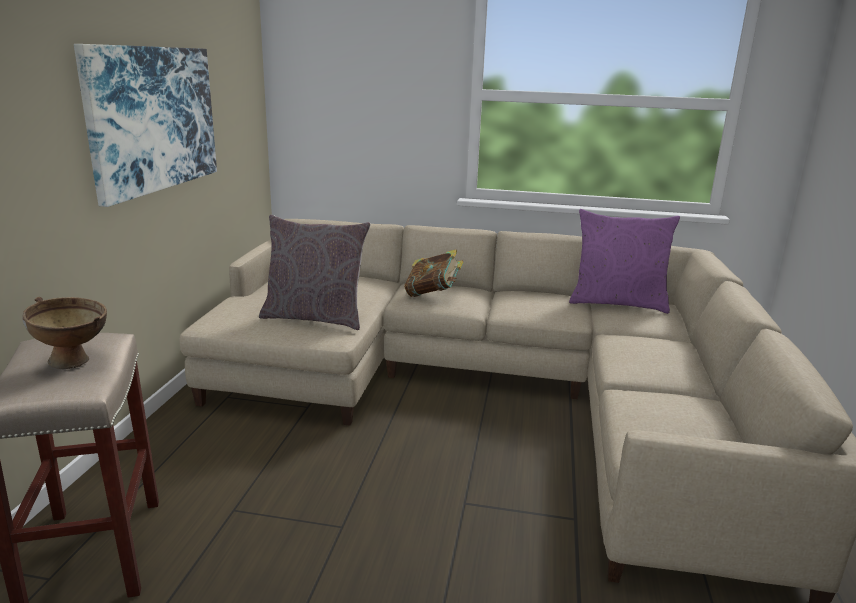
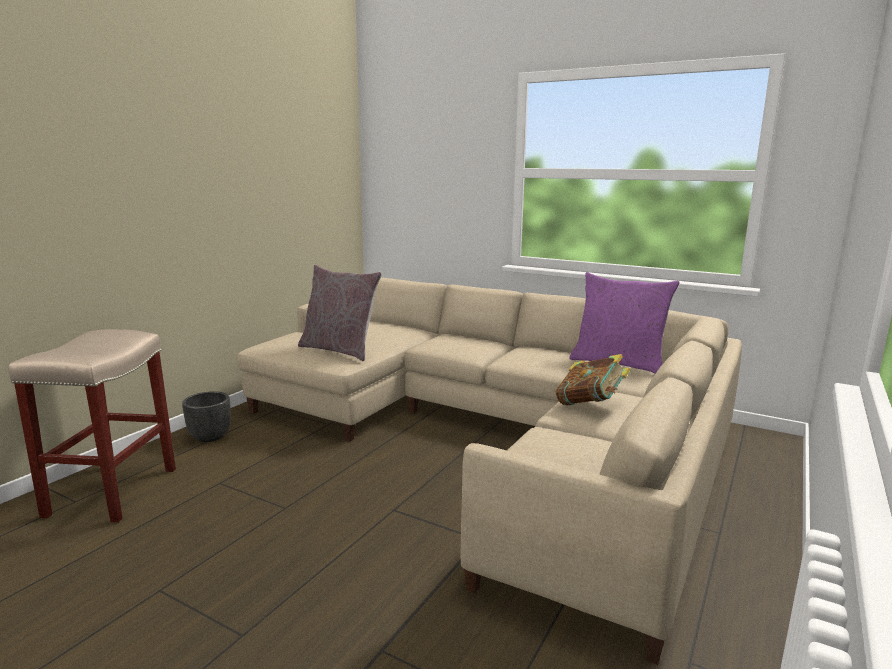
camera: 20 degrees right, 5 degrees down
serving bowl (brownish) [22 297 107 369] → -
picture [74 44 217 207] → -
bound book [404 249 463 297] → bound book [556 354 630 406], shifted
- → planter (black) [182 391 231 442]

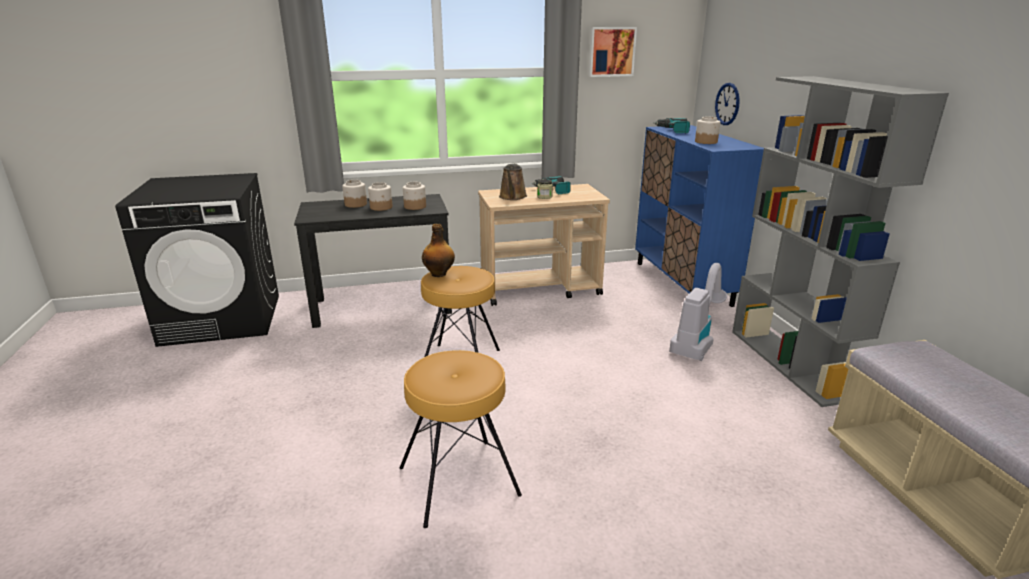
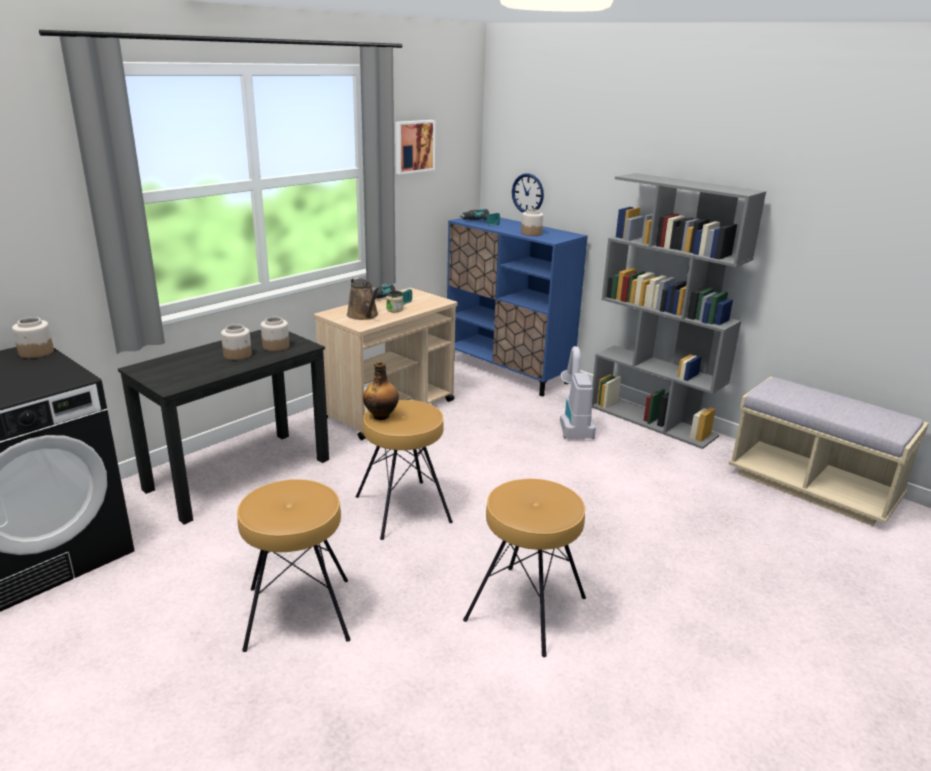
camera: 35 degrees left, 0 degrees up
preserve jar [342 180 367 208] → preserve jar [12 317 54 359], shifted
- → stool (brownish) [237 479 350 652]

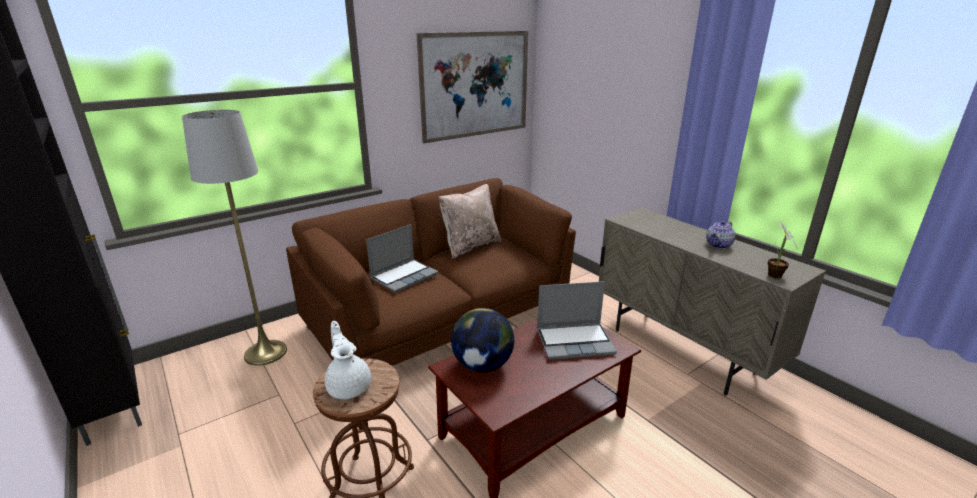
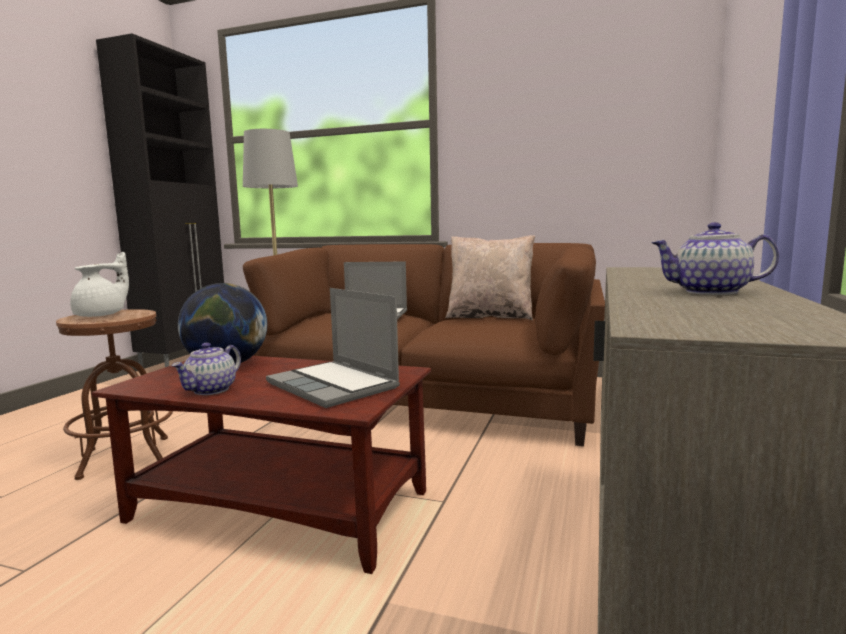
camera: 55 degrees right, 15 degrees down
picture [416 31 528 143] → -
plant in a pot [767 221 798 279] → -
- → teapot [171 343 241 395]

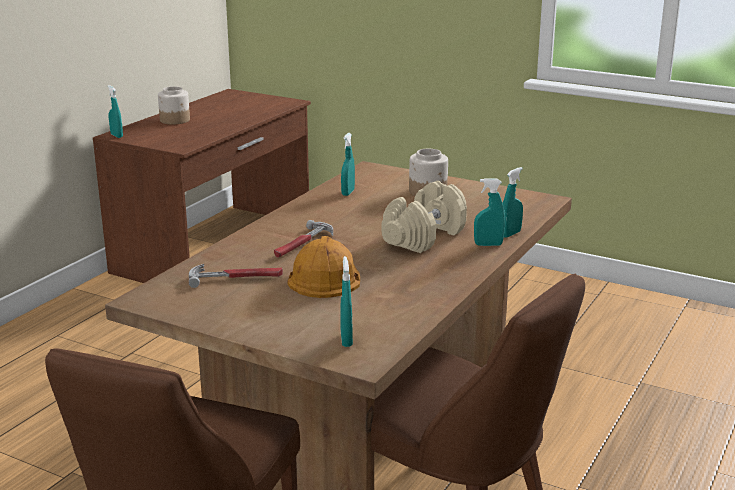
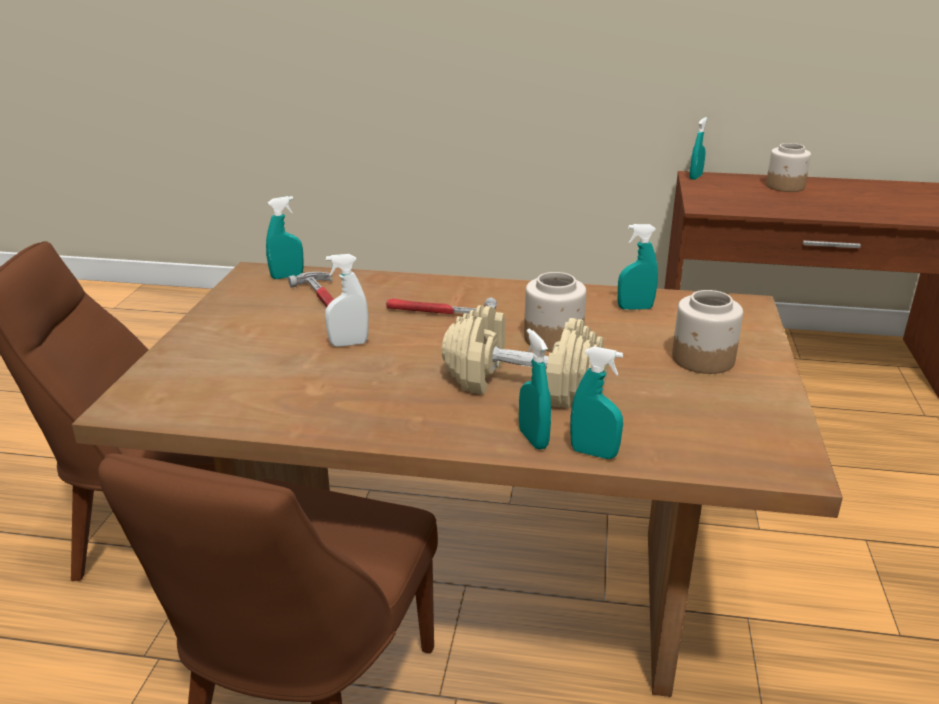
camera: 70 degrees right, 5 degrees up
hard hat (orange-coloured) [287 236 360 298] → sprayer (white) [325 254 369 347]
sprayer (turquoise) [340 256 353 347] → sprayer (turquoise) [266 196 304 279], shifted
- → preserve jar [524 272 586 352]

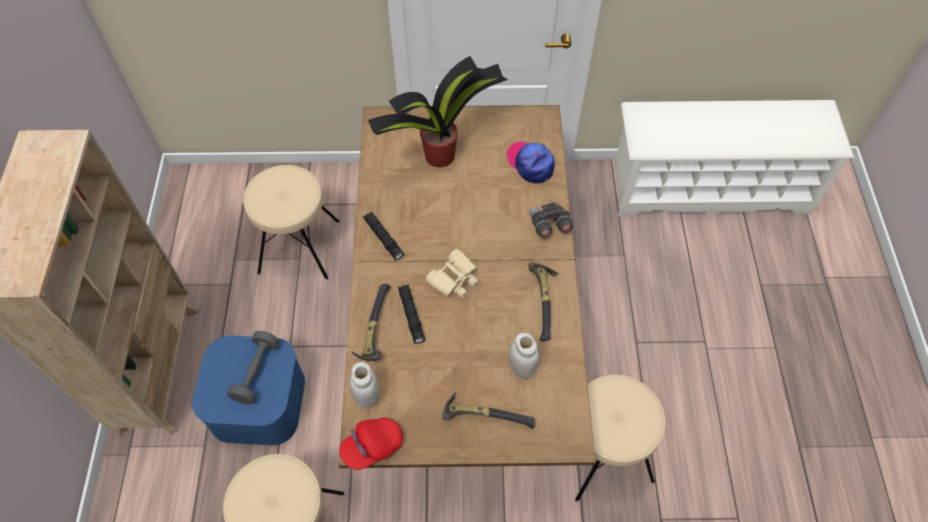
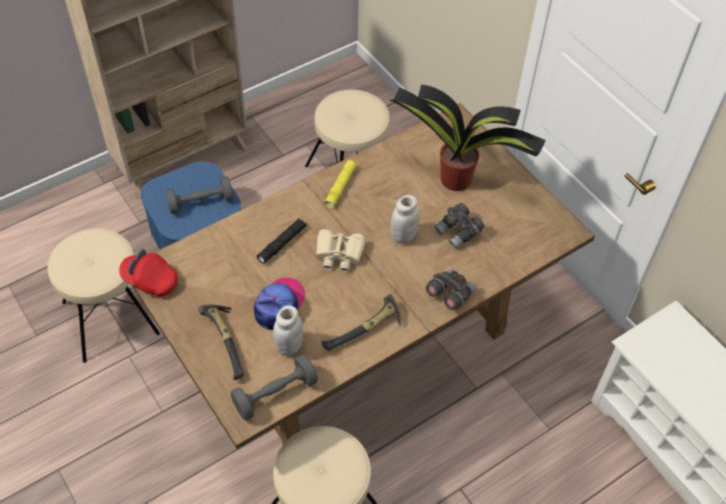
camera: 55 degrees right, 5 degrees down
preserve jar (white) [350 362 380 408] → preserve jar (white) [391 195 420 244], shifted
hand hammer [351 284 390 361] → -
torch (black) [363 211 404 260] → torch (yellow-coloured) [324 160 357 208]
cap [506 142 555 184] → cap [254 278 305 330], shifted
- → free weight (grey) [231 354 318 420]
- → binoculars (grey) [435 203 484 249]

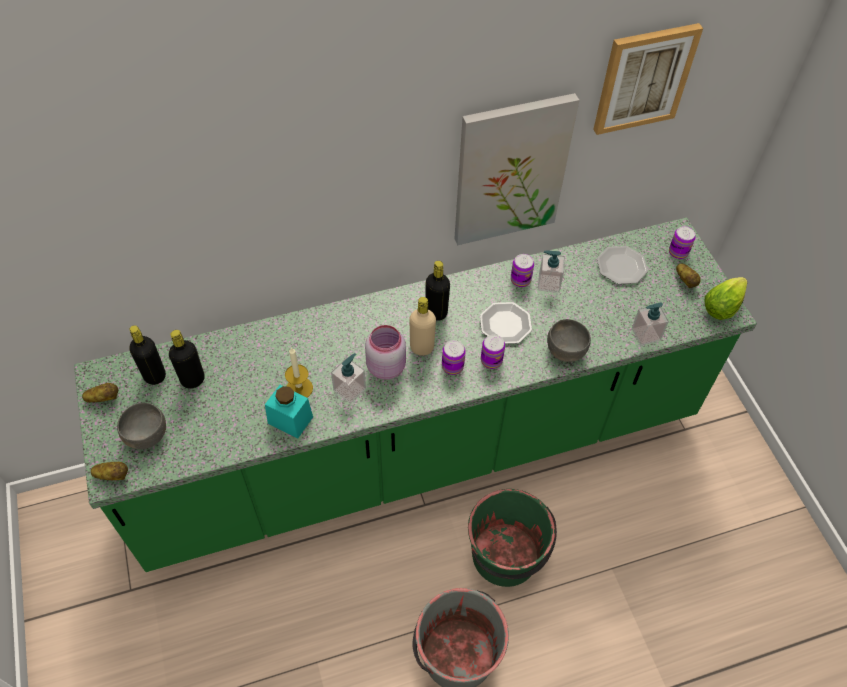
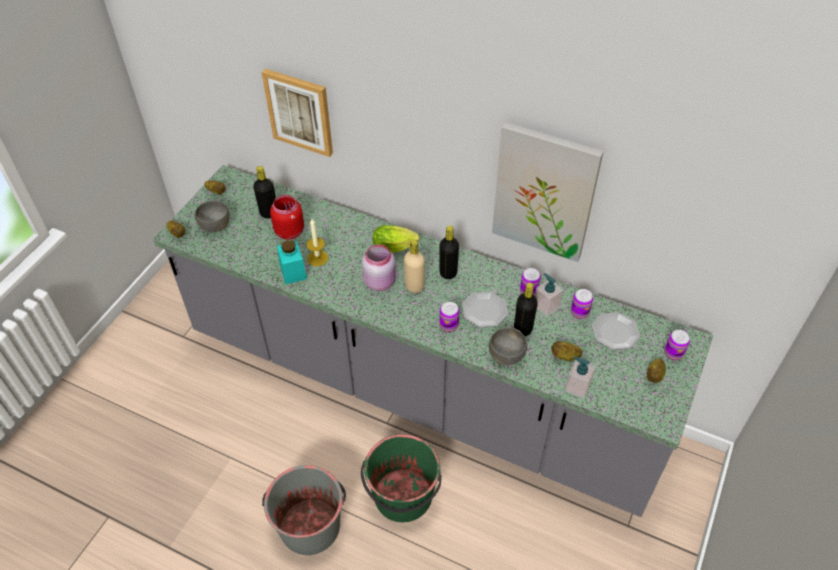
camera: 45 degrees right, 5 degrees down
counter (greenish) [74 217 757 572] → counter (grey) [153 165 713 517]
drink bottle (black) [129 325 166 385] → drink bottle (black) [514 282 538 336], shifted
liquid soap bottle [331 353 366 404] → -
can [442 340 466 375] → can [571 289 593 319], shifted
picture [593 23 703 135] → picture [262 69 333 157], shifted
lettuce head [705 277 747 320] → lettuce head [373 225 420 253], shifted
- → preserve jar (reddish) [270 195 304 240]
- → potato [551 341 582 361]

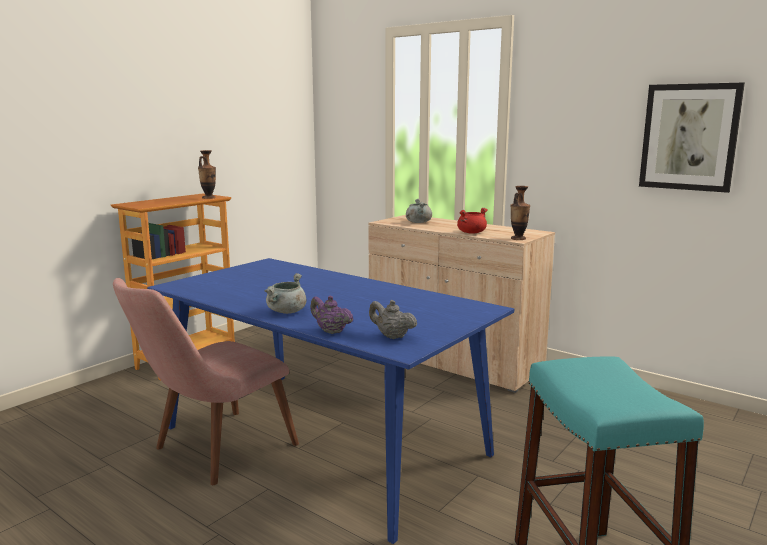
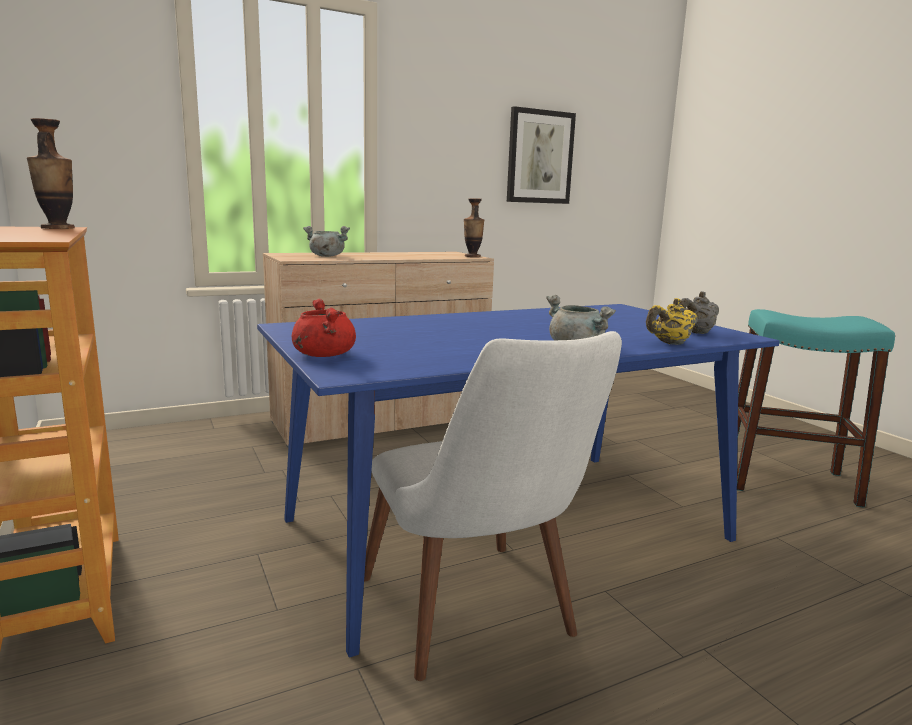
camera: 65 degrees left, 0 degrees up
plain chair (pinkish) [113 278 299 485] → plain chair (white) [364 331 622 681]
teapot (purplish) [310 295 354 334] → teapot (yellow-coloured) [646 298 697 345]
saucepot (reddish) [457 208 488 233] → saucepot (reddish) [292 299 356 357], shifted

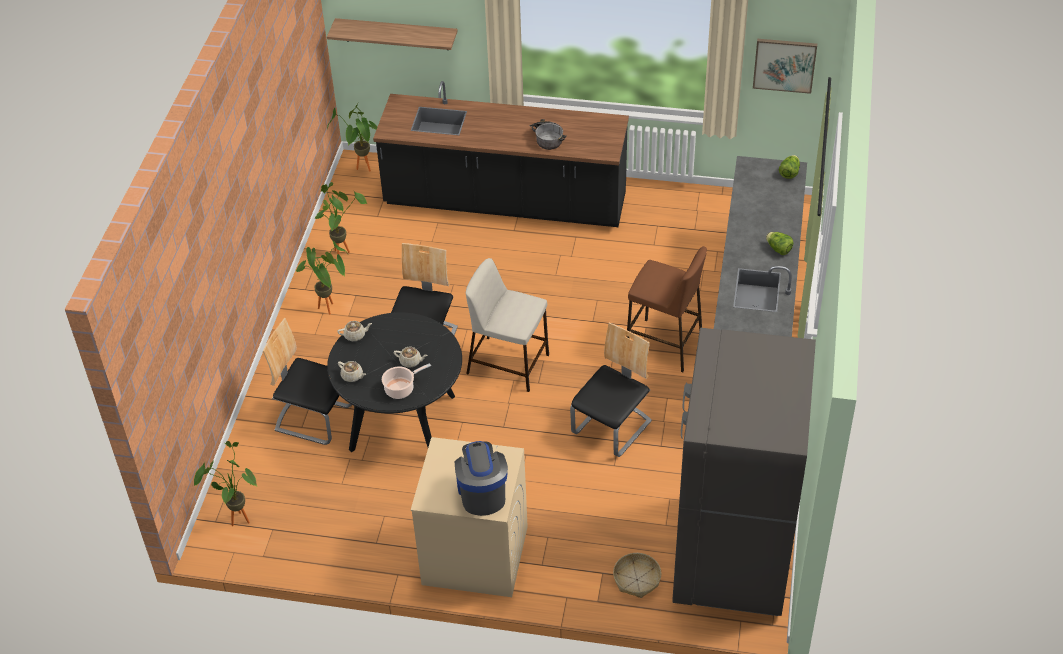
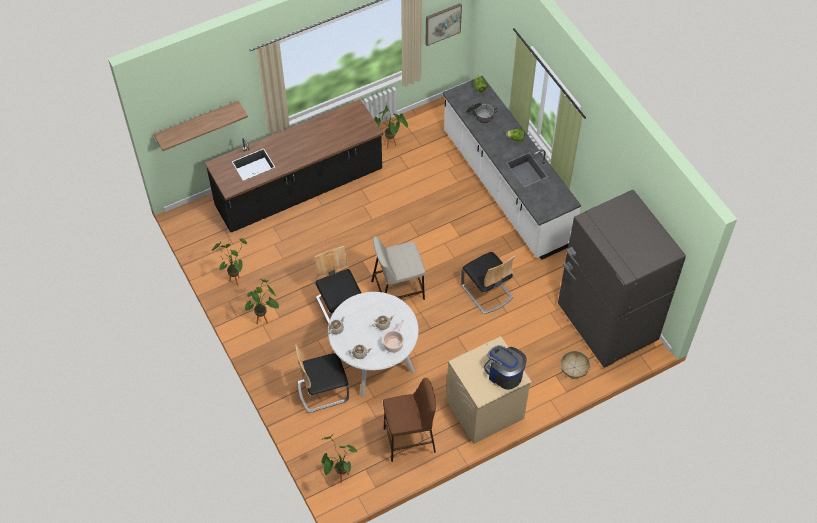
camera: 40 degrees left, 10 degrees up
plant in a pot [327 102 377 172] → plant in a pot [374 105 408 149], shifted
dinner table (black) [327 312 462 452] → dinner table (white) [328 292 419 397]
saucepot [530 119 567 150] → saucepot [466 103 498 123], shifted
plain chair [570 323 652 457] → plain chair [461 252 515 314], 150 degrees clockwise
stool (brownish) [627 246 707 372] → stool (brownish) [383 378 436 462], shifted

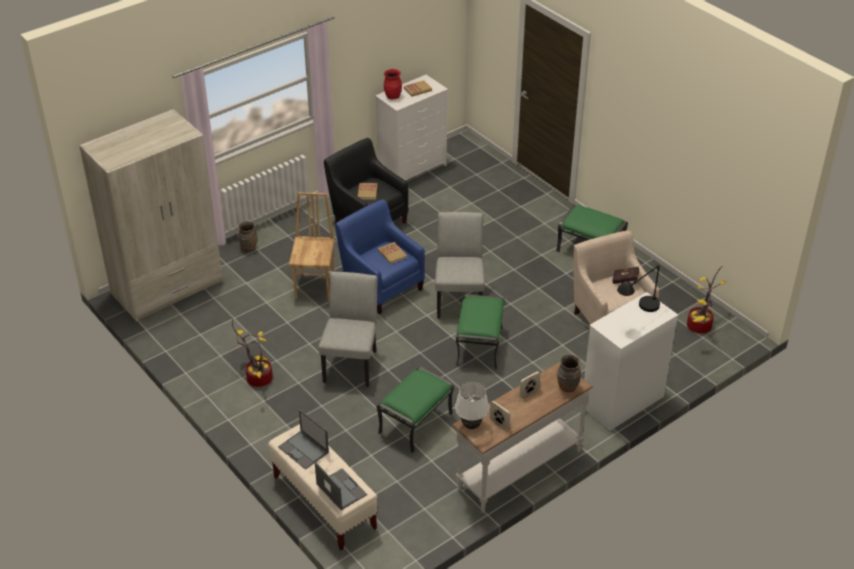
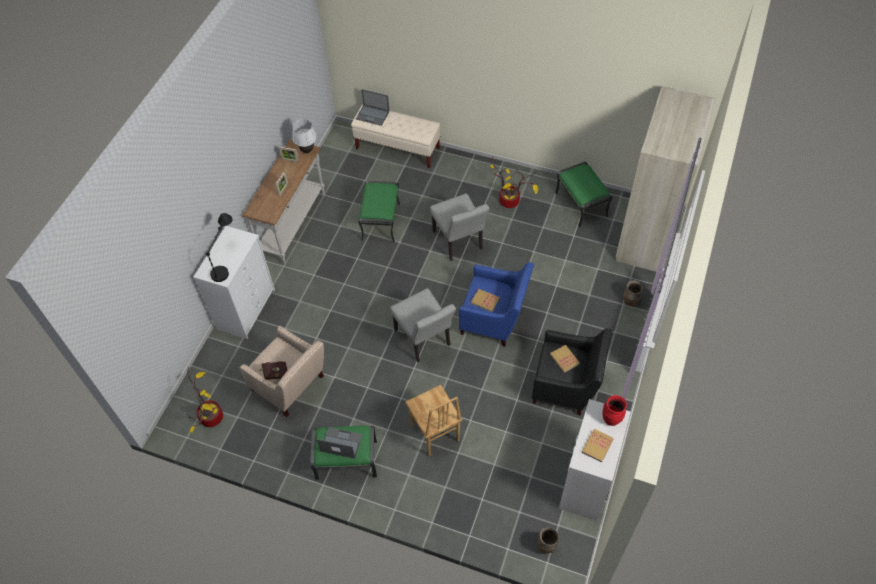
camera: 150 degrees right, 15 degrees up
notebook computer [278 409 329 470] → notebook computer [317 427 363 459], shifted
plain chair (brownish) [289 192 335 301] → plain chair (brownish) [405 384 462 456], shifted
ottoman (greenish) [456 294 505 370] → ottoman (greenish) [555 162 612 228], shifted
flower vase (brownish) [557 355 581 392] → flower vase (brownish) [537 527 559 553], shifted

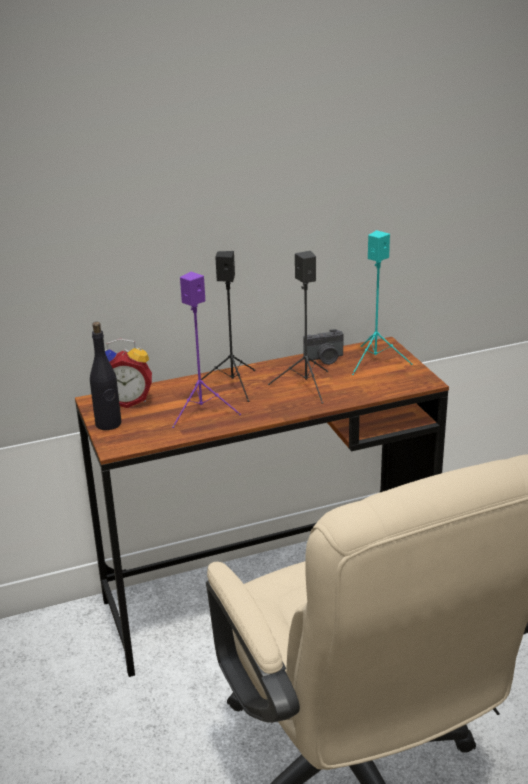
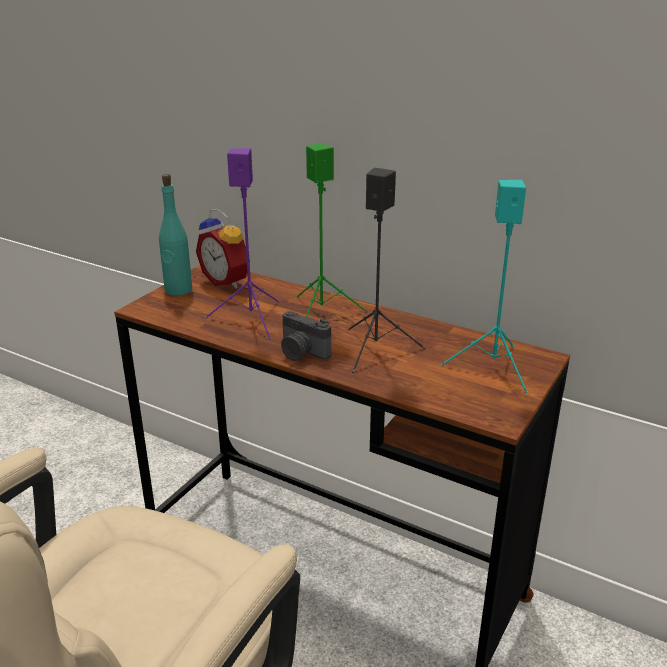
camera: 50 degrees right, 0 degrees up
drink bottle (black) [90 322 122 430] → drink bottle (turquoise) [159 174 192 296]
speaker (black) [195 251 255 402] → speaker (greenish) [297 143 367 317]
photo camera [304 329 343 365] → photo camera [281 311 331 361], shifted

